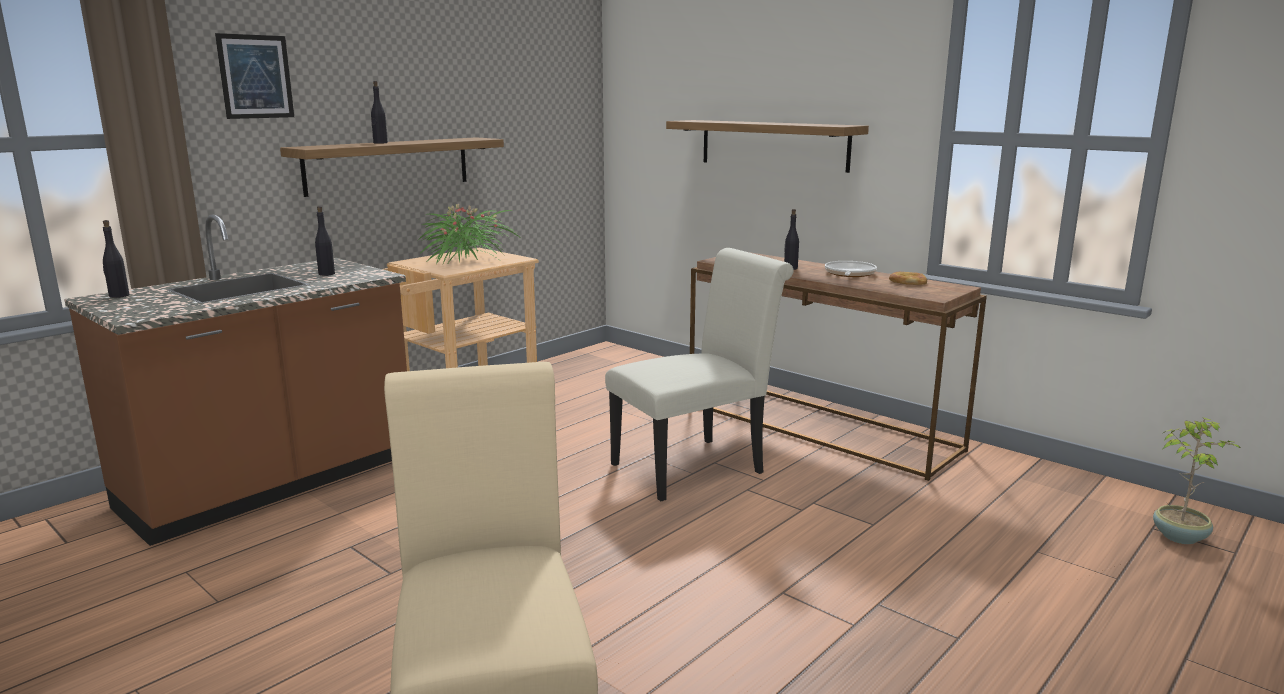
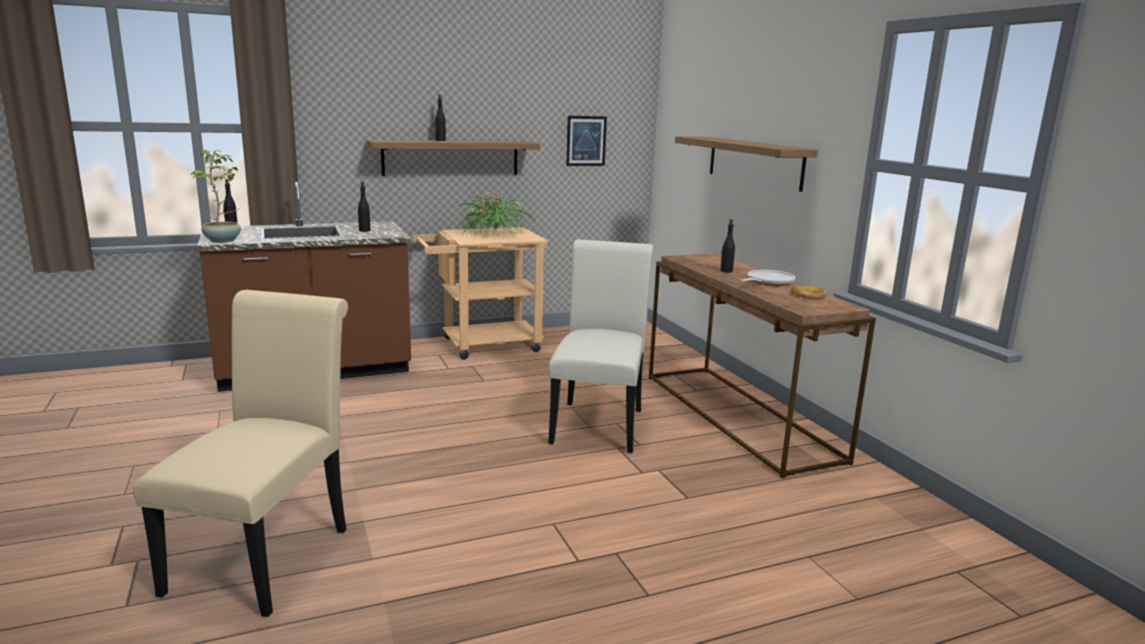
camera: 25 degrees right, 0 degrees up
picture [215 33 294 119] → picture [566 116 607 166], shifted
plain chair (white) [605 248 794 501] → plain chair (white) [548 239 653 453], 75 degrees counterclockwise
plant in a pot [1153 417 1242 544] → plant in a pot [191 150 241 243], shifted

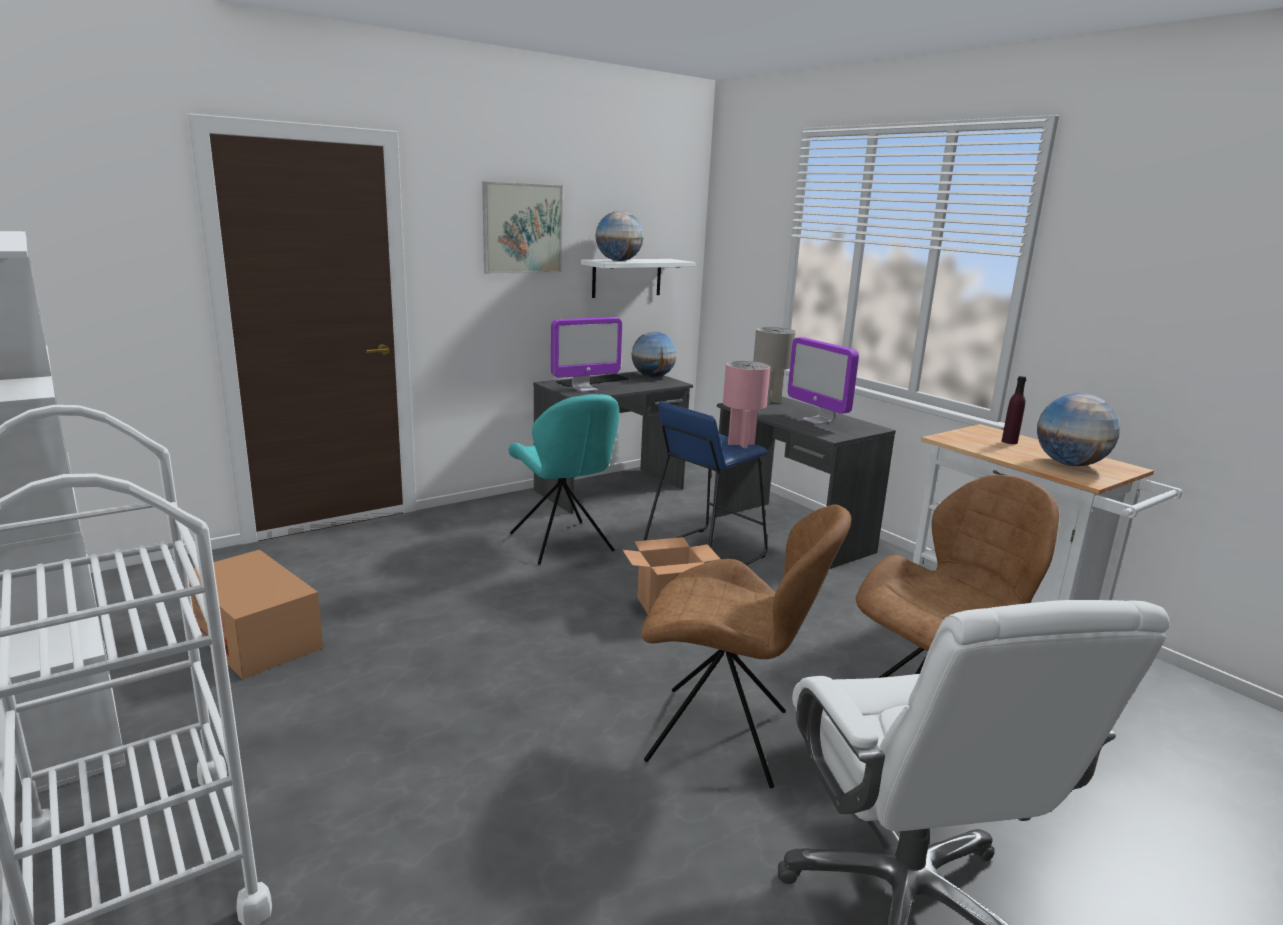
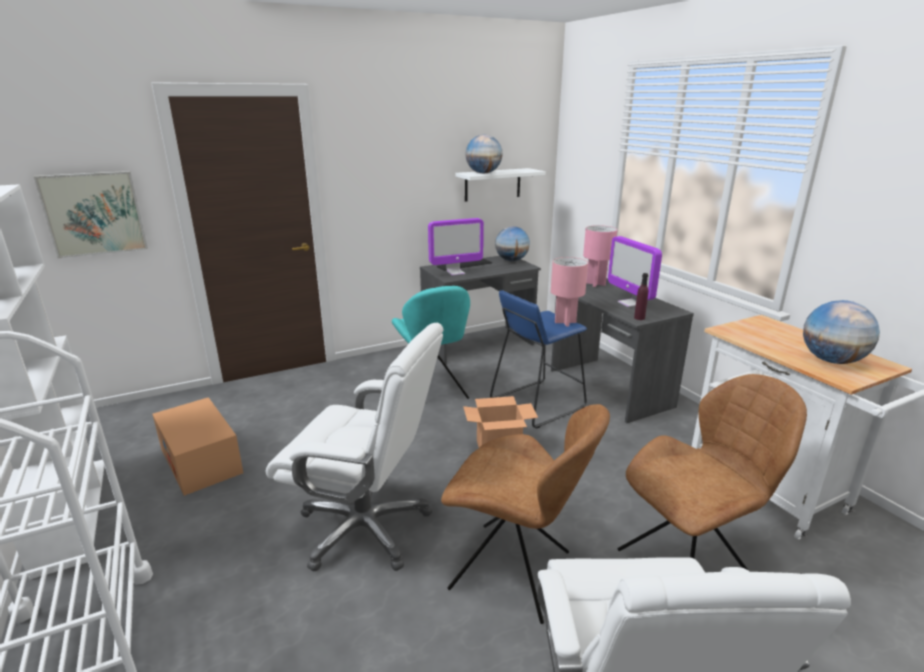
camera: 10 degrees right, 5 degrees up
picture [482 182 563 274] → picture [33 171 148 258], shifted
lamp for a table (grey) [753 327 796 404] → lamp for a table (pinkish) [583 225 617 287]
drink bottle (purplish) [1002 376 1026 444] → drink bottle (purplish) [634 273 648 320], shifted
- → desk chair (white) [266 323 443 572]

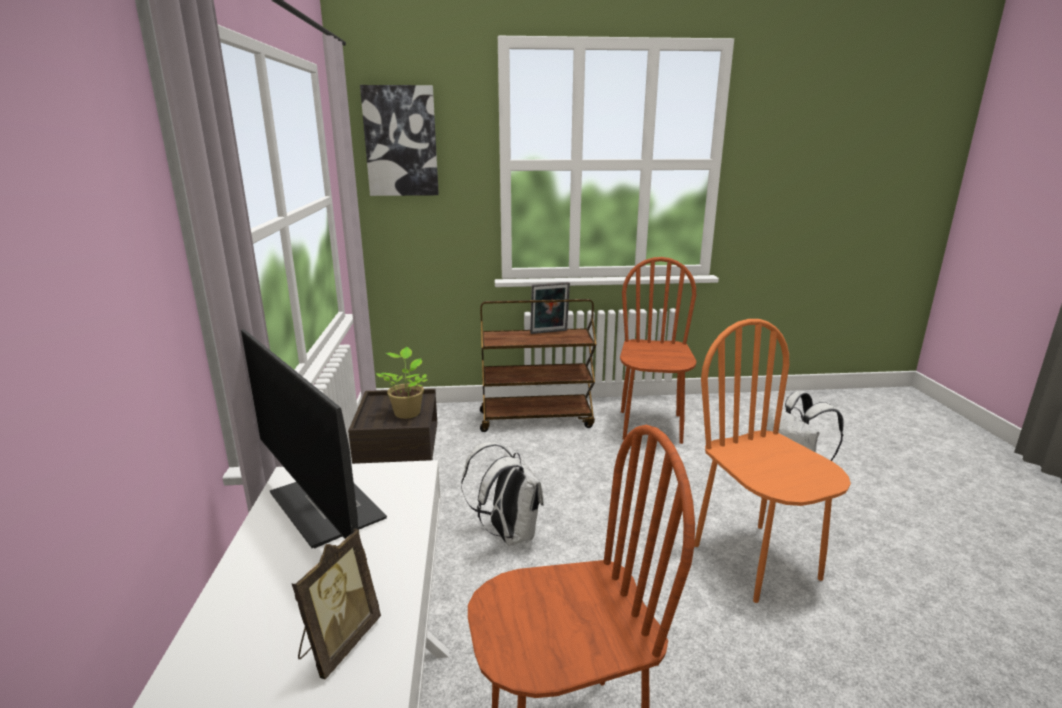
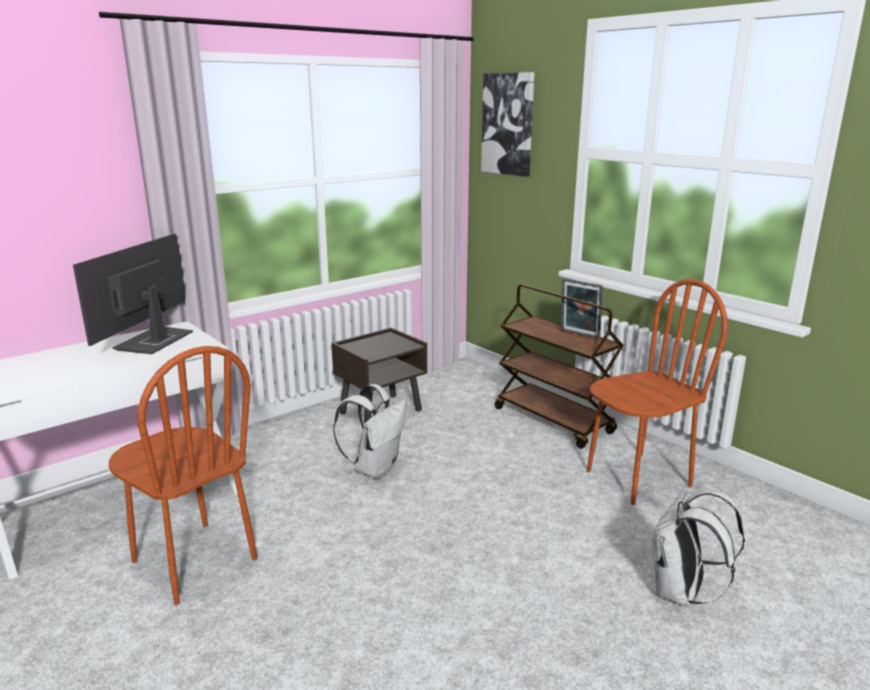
camera: 55 degrees right, 0 degrees up
picture frame [291 529 381 679] → -
plant in a pot [376 347 428 419] → -
plain chair (orange-coloured) [694 319 851 603] → -

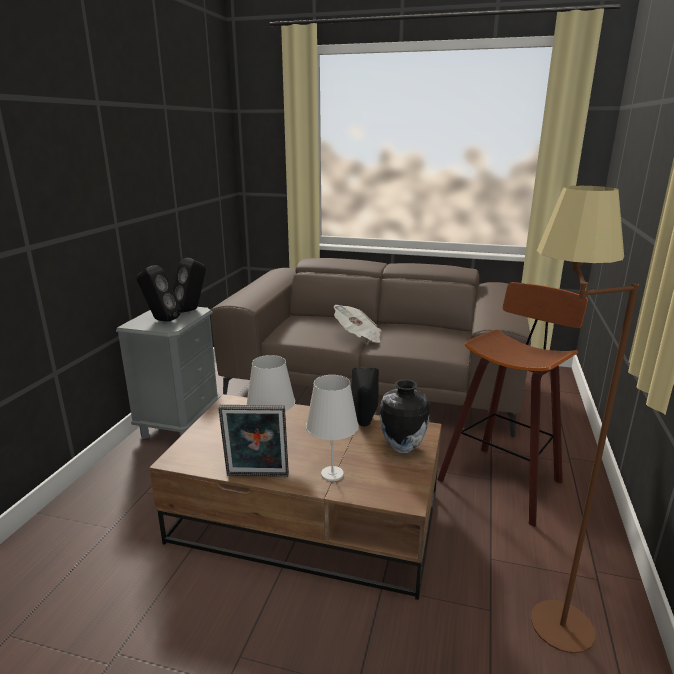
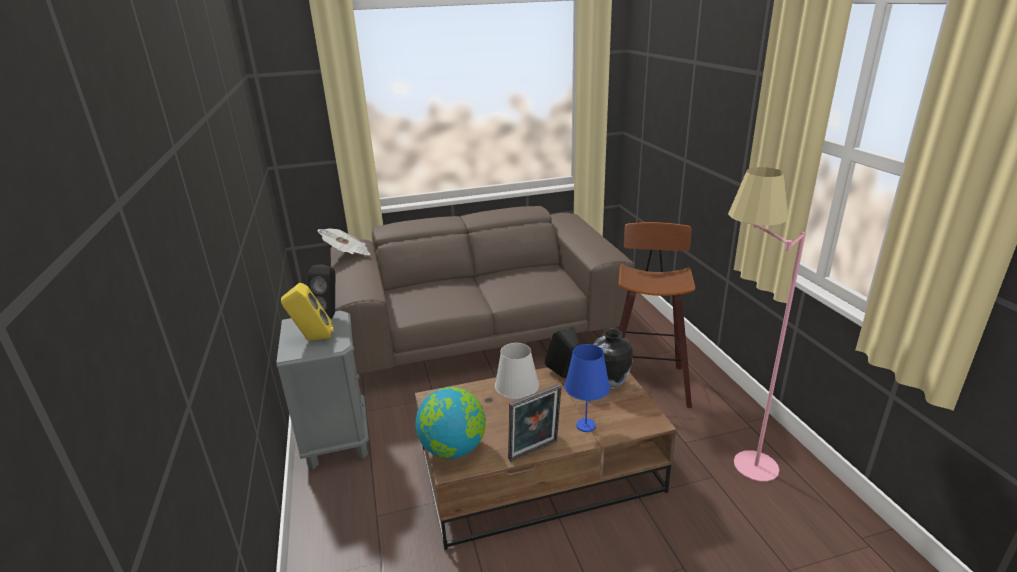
camera: 30 degrees left, 5 degrees up
speaker (black) [137 265 181 322] → speaker (yellow-coloured) [281 283 334 340]
lamp for a table (white) [306 375 359 481] → lamp for a table (blue) [565 344 610 432]
newspaper [334 305 381 343] → newspaper [318 229 370 255], shifted
standard lamp (brownish) [531 186 639 654] → standard lamp (pinkish) [728 167 806 482]
- → desk globe [415 387 486 459]

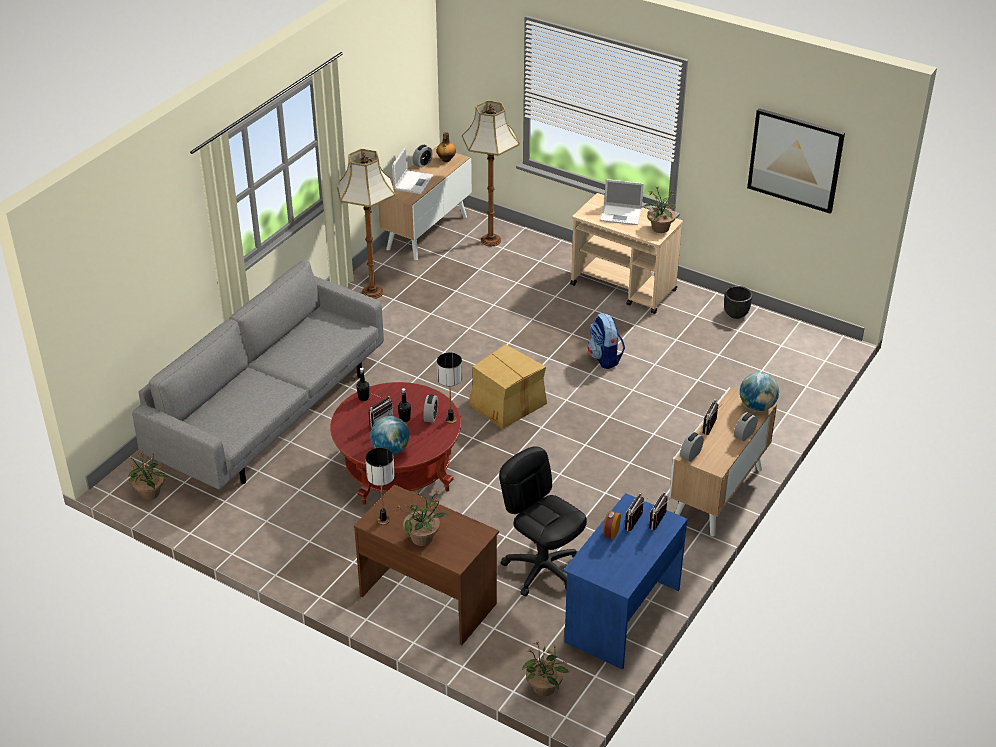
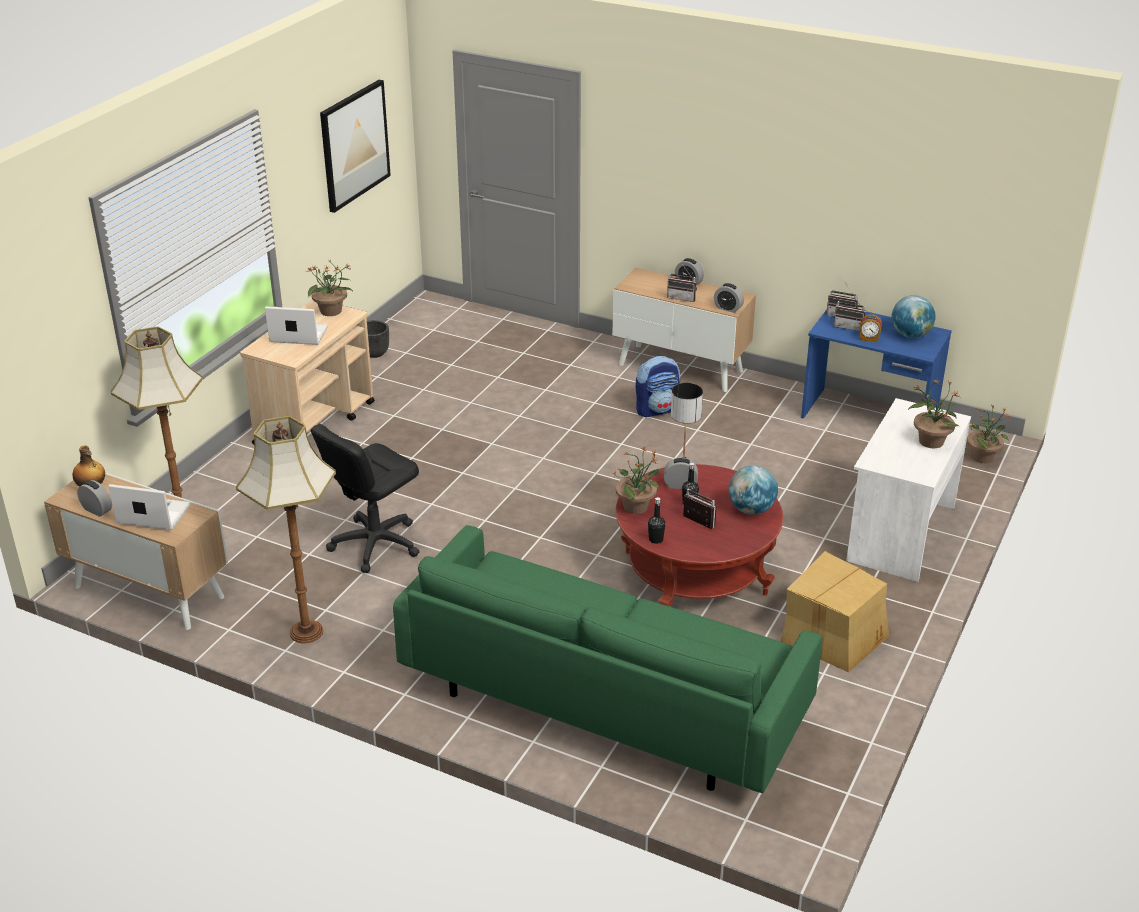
camera: 95 degrees left, 5 degrees down
plant in a pot [128 451 168 500] → plant in a pot [611 446 663 514], shifted
settee (grey) [132 261 384 490] → settee (greenish) [393 525 822 793]
desk table (brownish) [354 484 499 645] → desk table (white) [846 398 971 582]
lamp for a table [366 448 395 525] → -
carton [468 344 547 429] → carton [781 551 889 672], shifted
desk chair (black) [499 446 587 596] → desk chair (black) [311 424 420 573], shifted
rucksack [588 313 625 369] → rucksack [636 356 680 417], shifted
notebook computer [600 179 644 225] → notebook computer [265 306 328 345], 90 degrees counterclockwise
desk globe [740 372 779 411] → desk globe [891 295 936 338], shifted

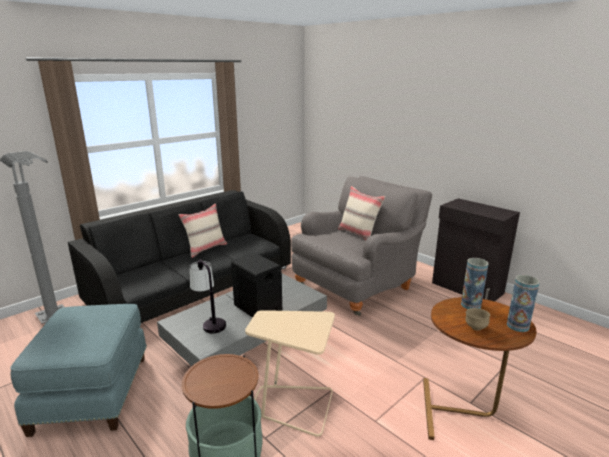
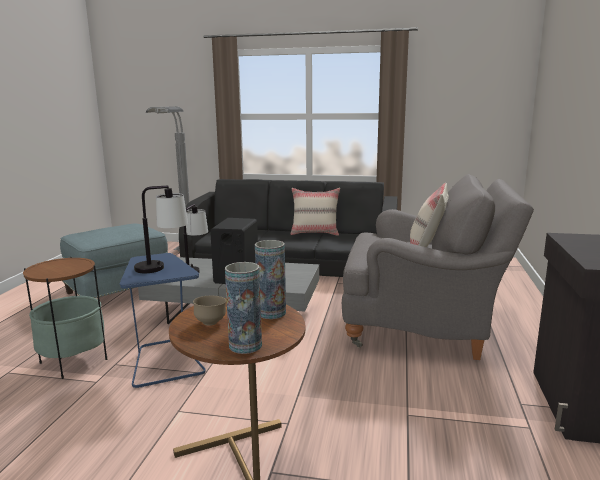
camera: 55 degrees right, 5 degrees down
accent table (sand-coloured) [245 310 335 437] → accent table (blue) [119 253 206 388]
- → lamp for a table [134 186 188 273]

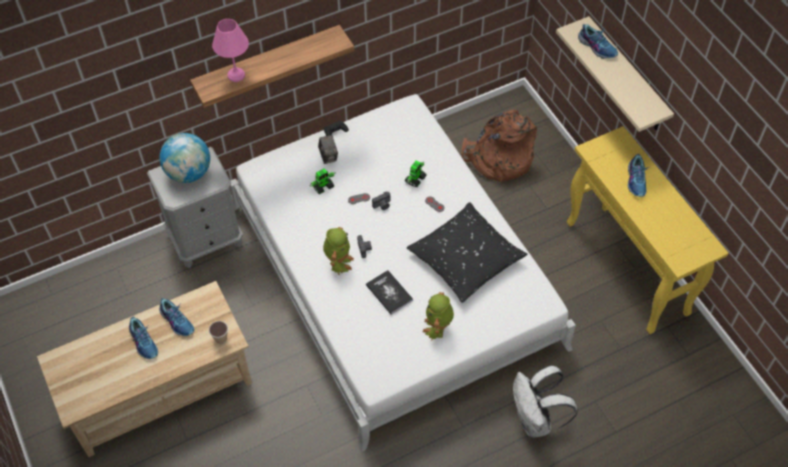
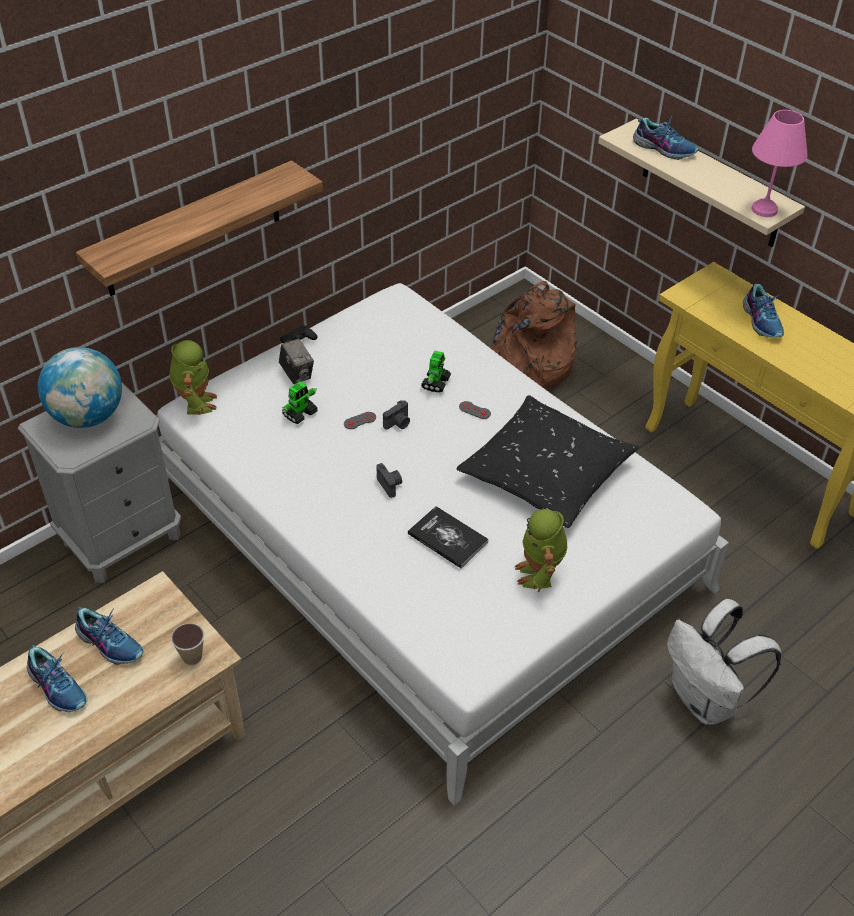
camera: 15 degrees left, 10 degrees down
lamp for a table (pinkish) [212 19 249 82] → lamp for a table (pinkish) [752 110 808 217], shifted
model robot [323 227 354 275] → model robot [169 340 217 415], shifted

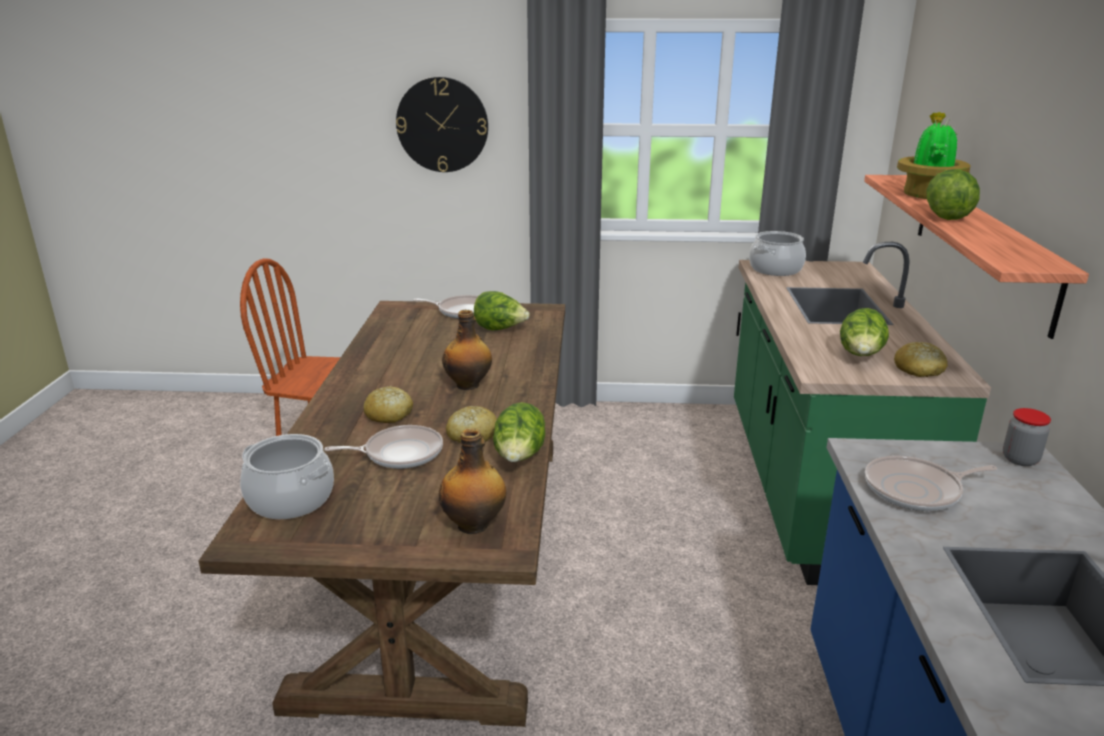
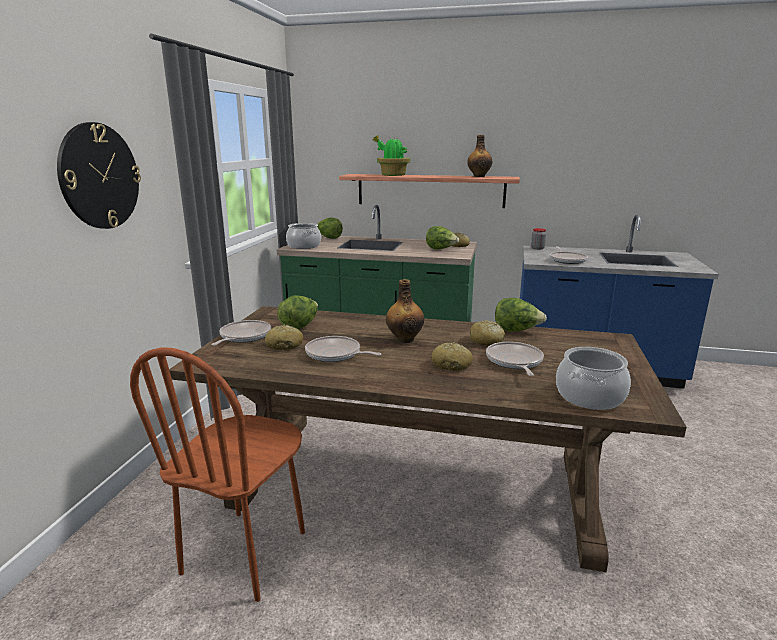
camera: 80 degrees left, 5 degrees down
drink bottle [439 428 506 534] → drink bottle [467 135 492 177], shifted
lettuce head [927 169 980 220] → lettuce head [317 217 343 239], shifted
- → bread [265 325 303 350]
- → pan [305 336 381 362]

